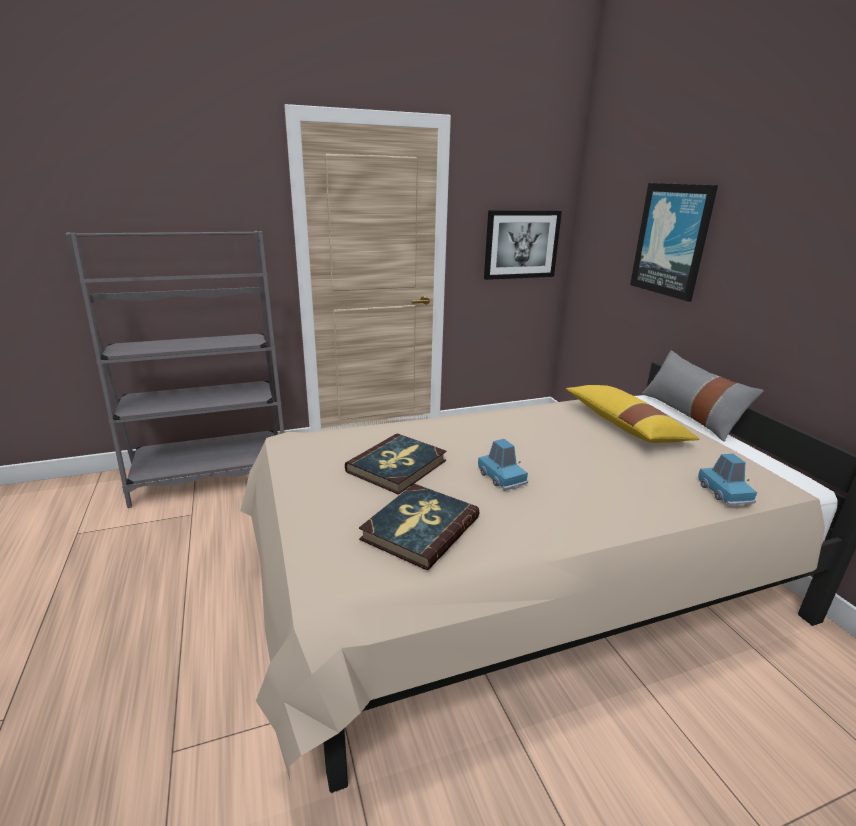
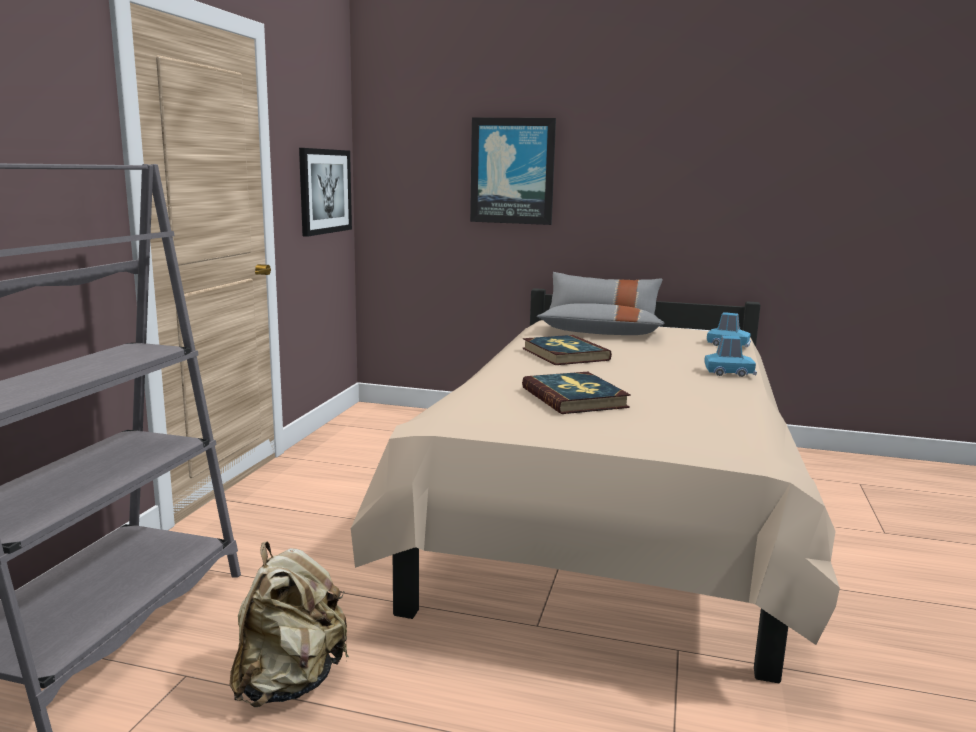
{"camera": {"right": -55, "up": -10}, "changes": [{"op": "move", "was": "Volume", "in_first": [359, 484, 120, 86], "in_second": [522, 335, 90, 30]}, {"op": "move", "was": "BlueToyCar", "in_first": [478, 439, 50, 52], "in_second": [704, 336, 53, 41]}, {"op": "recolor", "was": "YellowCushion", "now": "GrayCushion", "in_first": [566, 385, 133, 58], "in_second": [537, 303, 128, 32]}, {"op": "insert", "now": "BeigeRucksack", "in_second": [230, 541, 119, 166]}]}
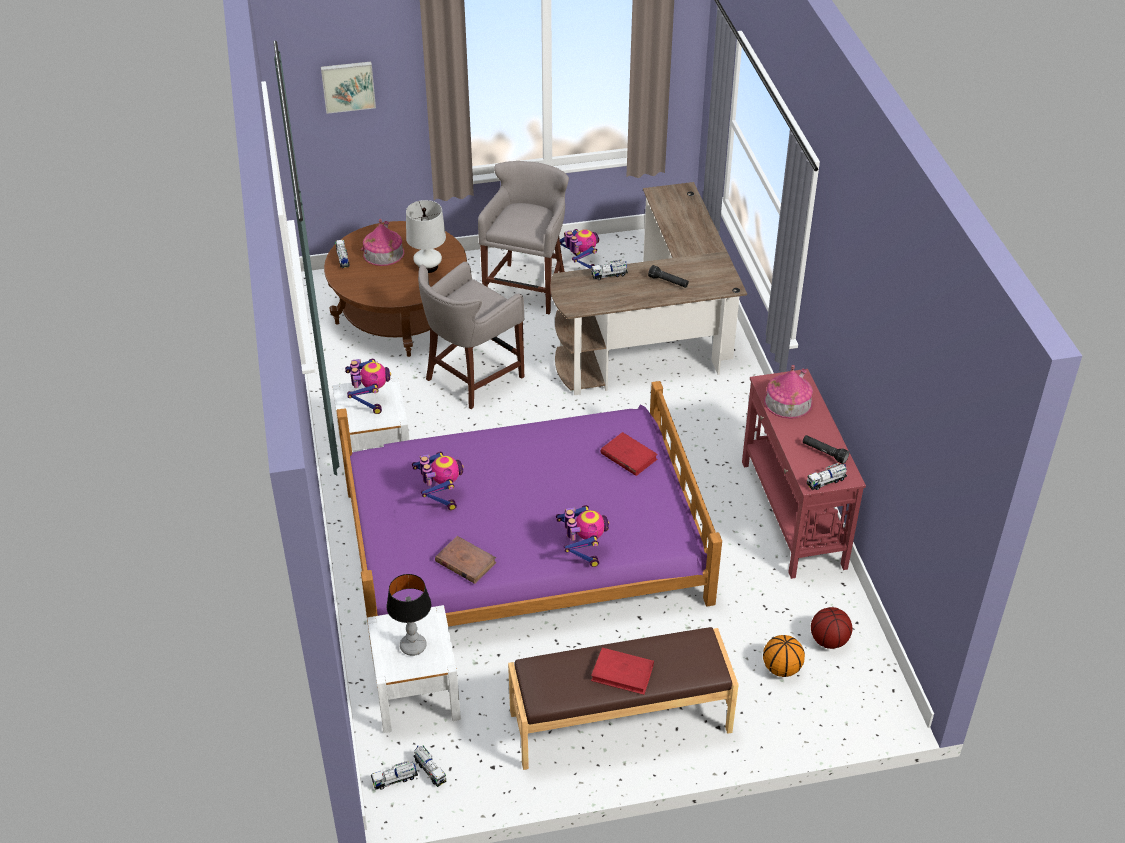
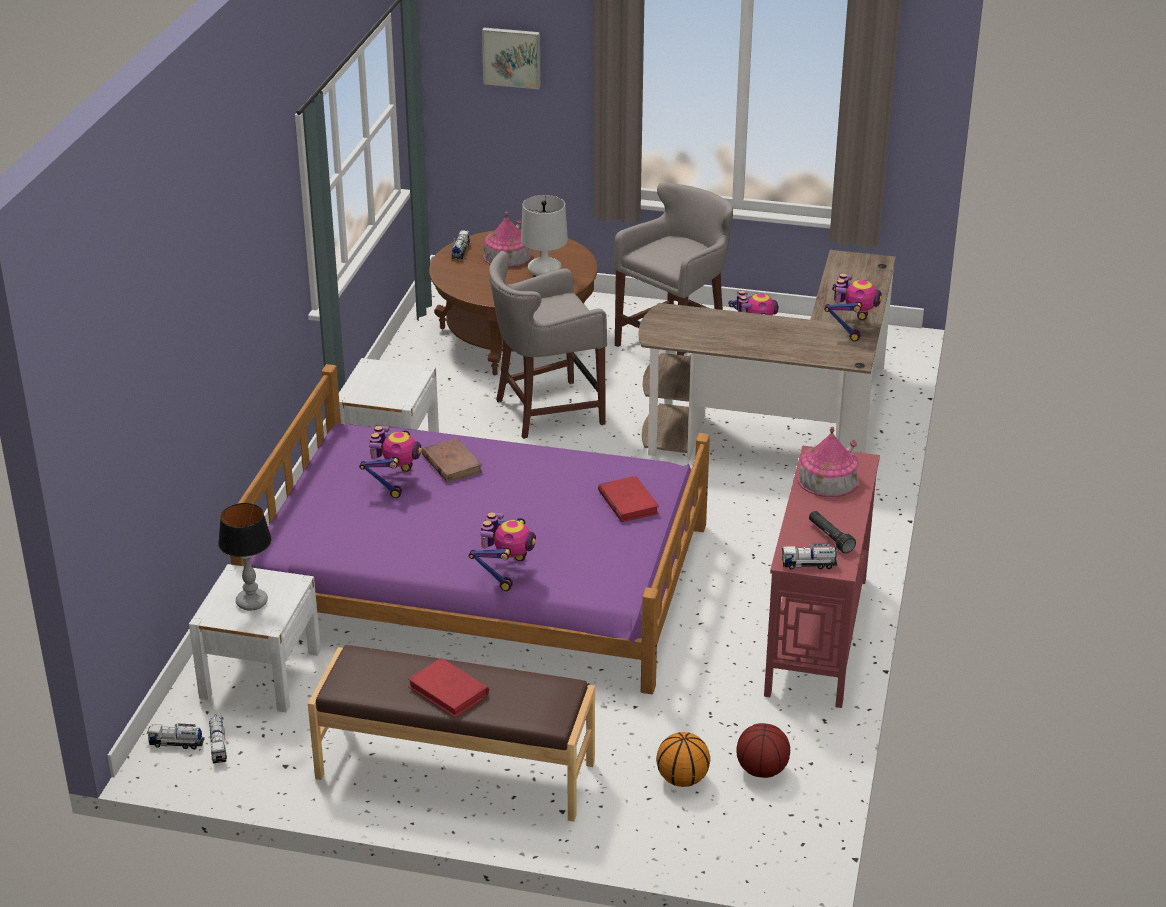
{"camera": {"right": 25, "up": -10}, "changes": [{"op": "move", "was": "ToyRobot", "in_first": [345, 359, 46, 55], "in_second": [824, 273, 58, 69]}, {"op": "move", "was": "BrownColouredVolume", "in_first": [435, 536, 61, 48], "in_second": [422, 438, 61, 45]}, {"op": "delete", "was": "ToyLorry", "in_first": [591, 260, 37, 20]}, {"op": "delete", "was": "BlackishTorch", "in_first": [648, 265, 41, 23]}]}
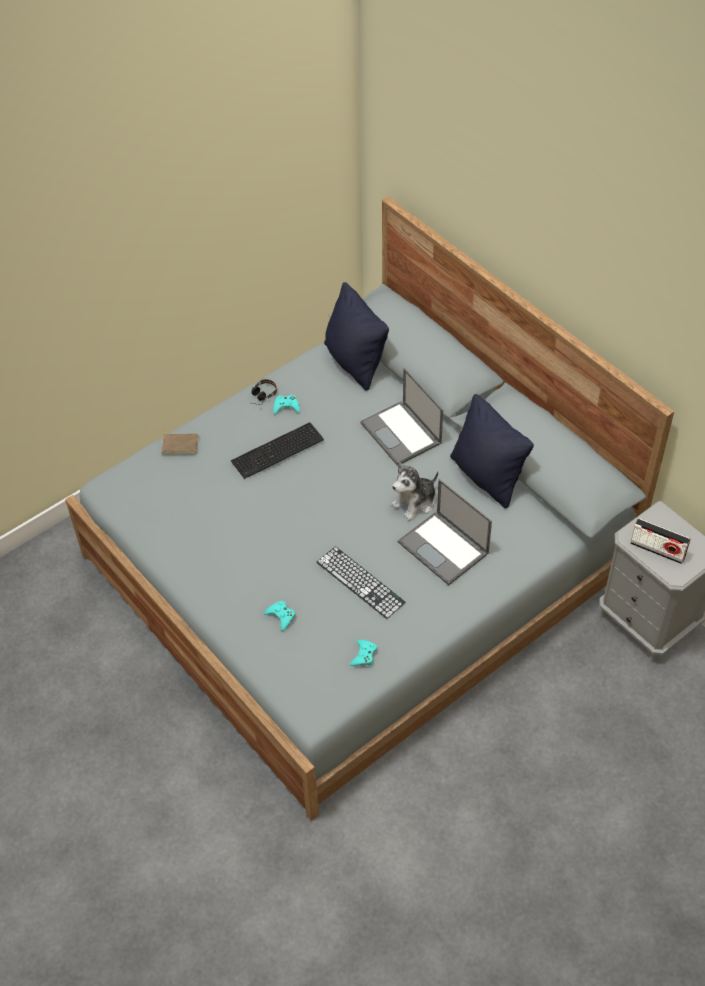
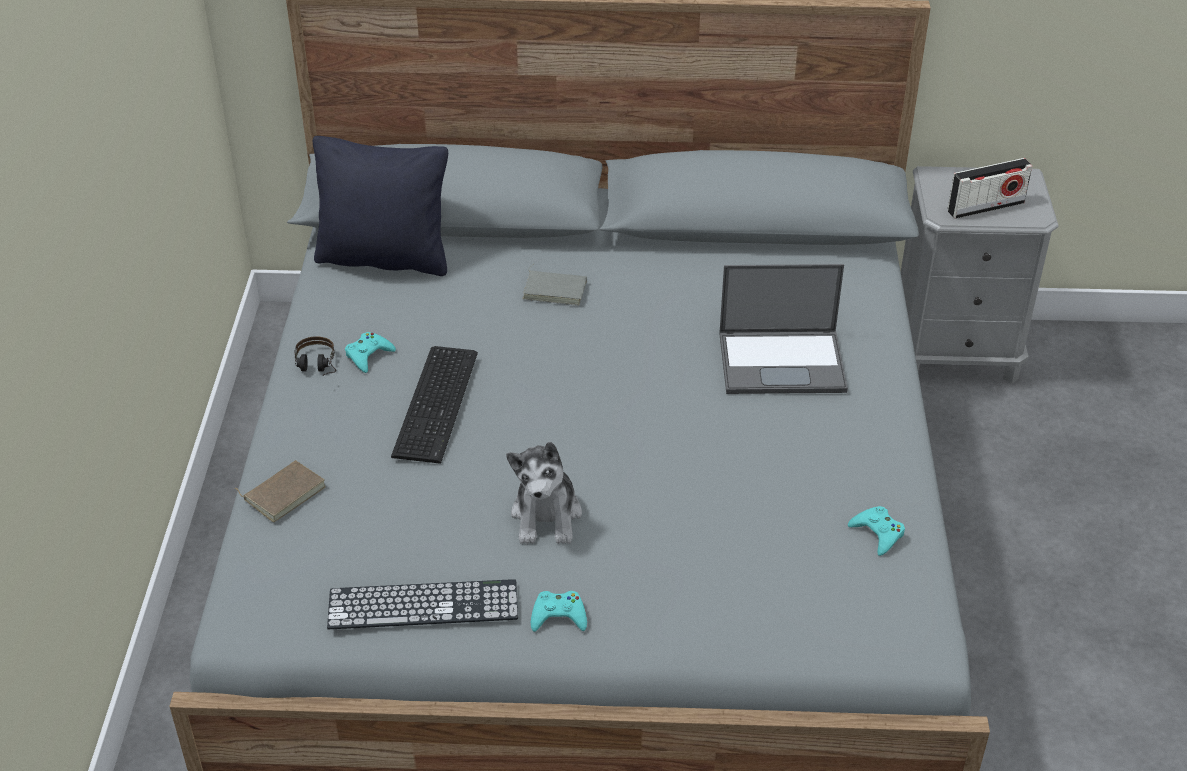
{"camera": {"right": -50, "up": -10}, "changes": [{"op": "move", "was": "TurquoiseColouredGameController", "in_first": [264, 601, 31, 30], "in_second": [531, 591, 56, 41]}, {"op": "move", "was": "PcKeyboard", "in_first": [316, 546, 90, 73], "in_second": [327, 579, 191, 50]}, {"op": "replace", "was": "Laptop", "now": "GrayVolume", "in_first": [360, 368, 83, 98], "in_second": [522, 263, 65, 43]}, {"op": "move", "was": "PlushToy", "in_first": [391, 462, 47, 59], "in_second": [506, 442, 76, 102]}, {"op": "delete", "was": "BlackishCushion", "in_first": [450, 394, 84, 114]}]}
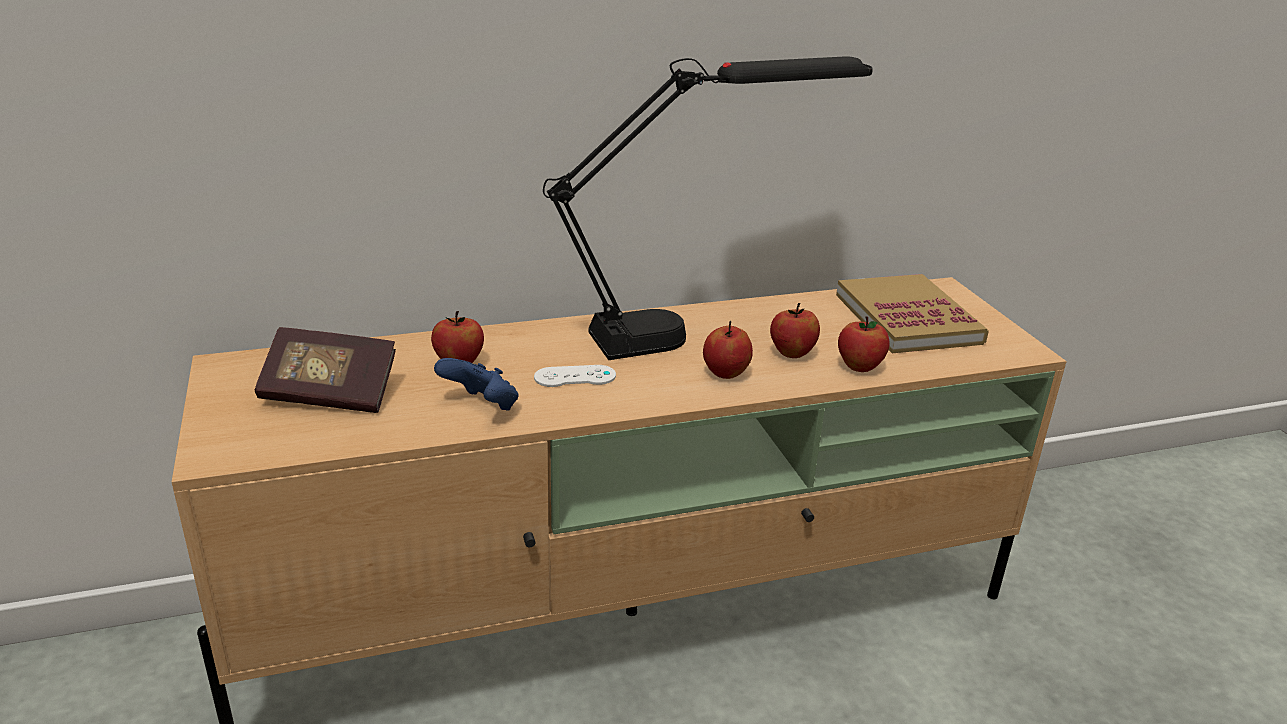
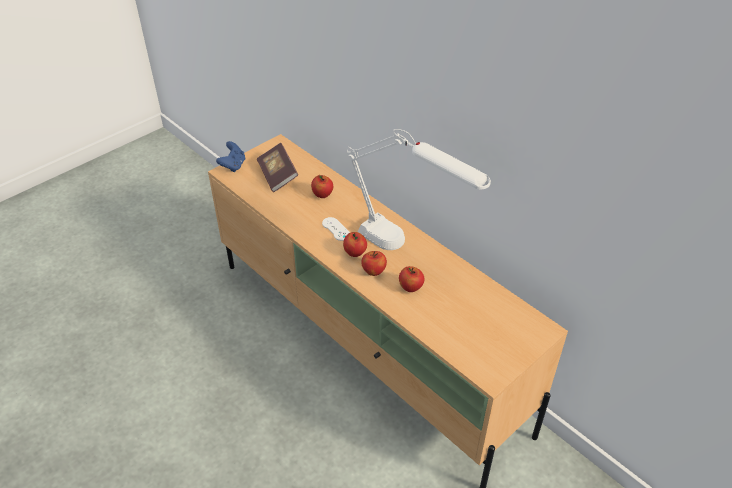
{"camera": {"right": 65, "up": 15}, "changes": [{"op": "move", "was": "BlueGameController", "in_first": [434, 358, 85, 53], "in_second": [216, 141, 29, 31]}, {"op": "recolor", "was": "BlackishTabletopLamp", "now": "WhiteTabletopLamp", "in_first": [543, 56, 330, 304], "in_second": [347, 129, 144, 121]}, {"op": "delete", "was": "Volume", "in_first": [836, 274, 153, 79]}, {"op": "move", "was": "AppleFruit", "in_first": [838, 316, 52, 56], "in_second": [343, 232, 24, 25]}]}
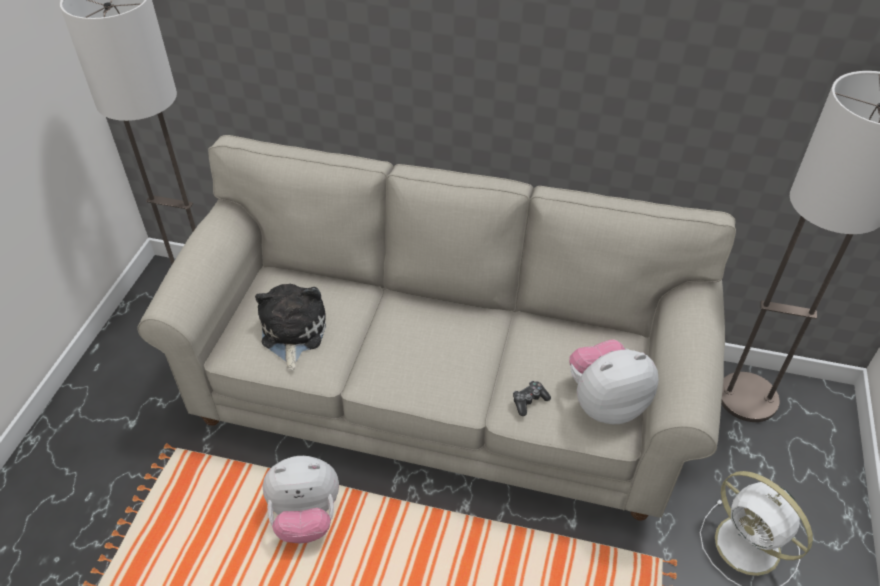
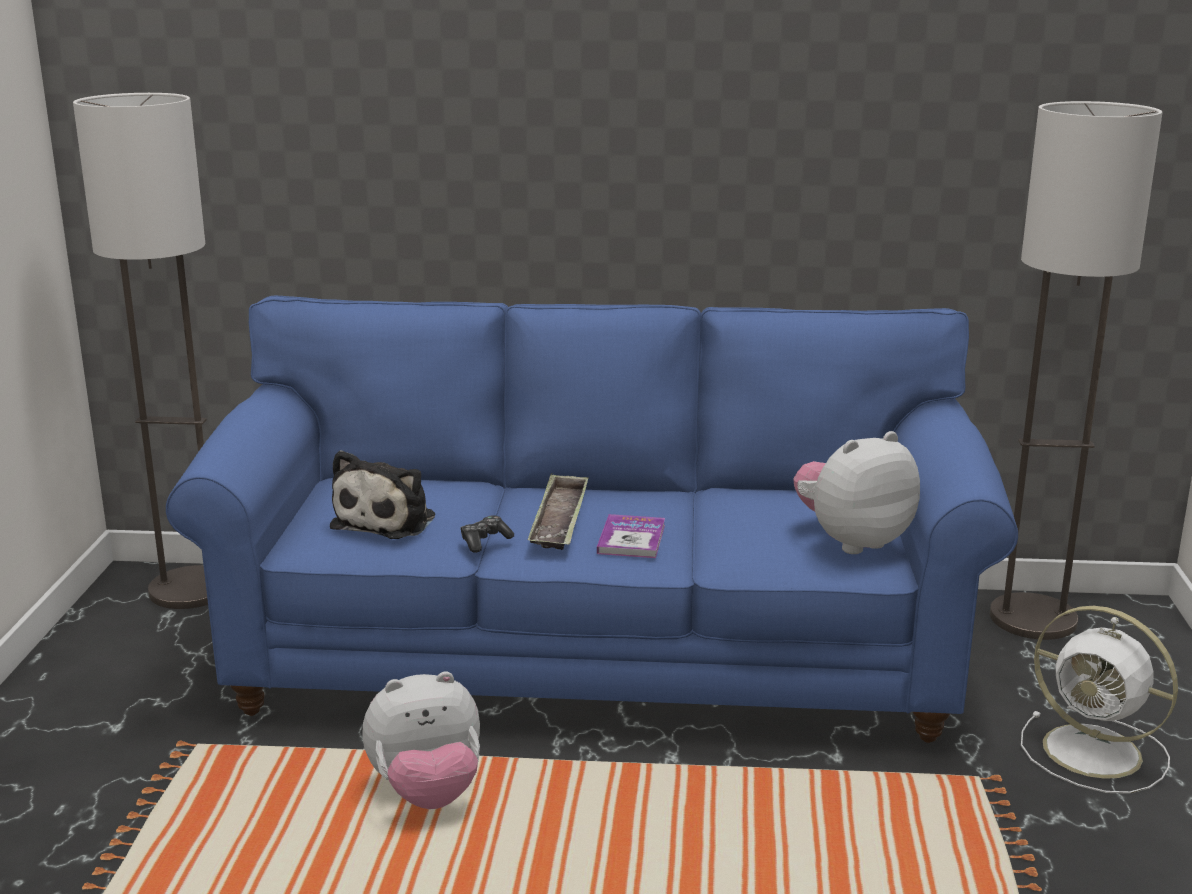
{"camera": {"right": -10, "up": -25}, "changes": [{"op": "recolor", "was": "BeigeCouch", "now": "BlueCouch", "in_first": [137, 135, 599, 386], "in_second": [166, 296, 852, 447]}, {"op": "rotate", "was": "PlushToy", "in_first": [255, 284, 71, 86], "in_second": [330, 450, 105, 89], "clockwise": -150}, {"op": "move", "was": "GameController", "in_first": [513, 381, 38, 35], "in_second": [460, 515, 54, 38]}, {"op": "insert", "now": "Tray", "in_second": [528, 474, 61, 76]}, {"op": "insert", "now": "Volume", "in_second": [597, 514, 68, 44]}]}
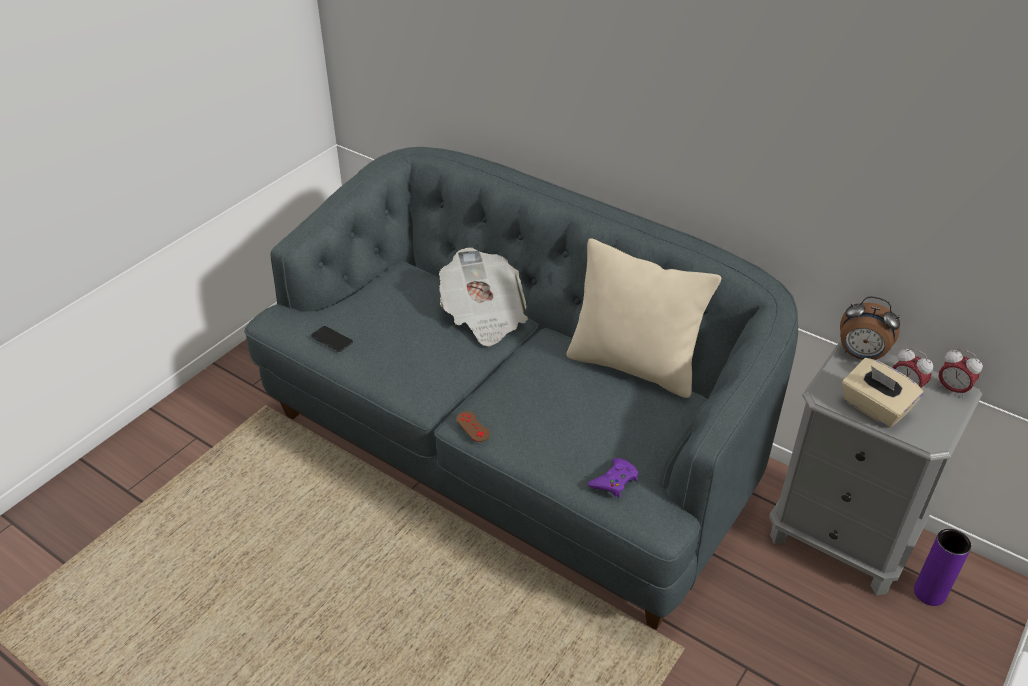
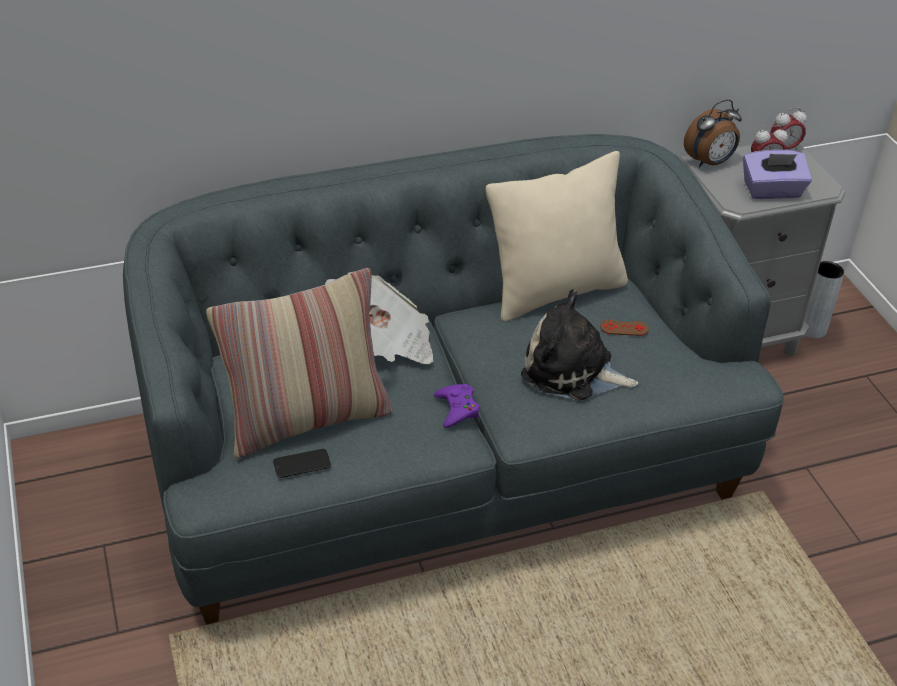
{"camera": {"right": -55, "up": 0}, "changes": [{"op": "move", "was": "BrownColouredGameController", "in_first": [456, 411, 34, 31], "in_second": [600, 320, 49, 16]}, {"op": "move", "was": "PurplishGameController", "in_first": [587, 458, 51, 40], "in_second": [434, 384, 45, 44]}, {"op": "recolor", "was": "BeigeTissueBox", "now": "PurplishTissueBox", "in_first": [842, 358, 82, 70], "in_second": [743, 149, 69, 50]}, {"op": "recolor", "was": "PurplishDecorativeVase", "now": "GrayDecorativeVase", "in_first": [914, 529, 57, 77], "in_second": [804, 261, 40, 78]}, {"op": "insert", "now": "Cushion", "in_second": [206, 268, 186, 190]}, {"op": "insert", "now": "PlushToy", "in_second": [521, 290, 117, 110]}]}
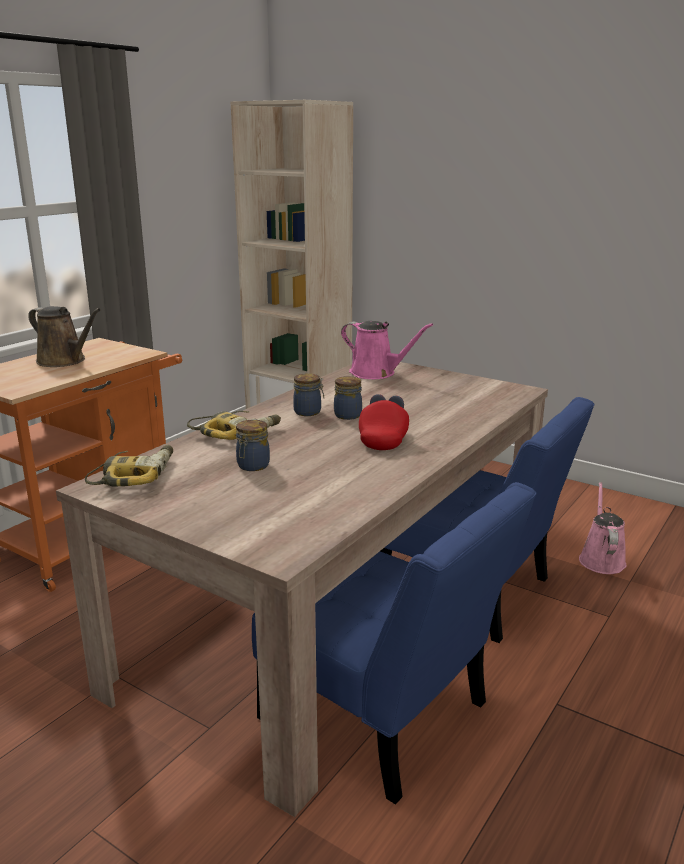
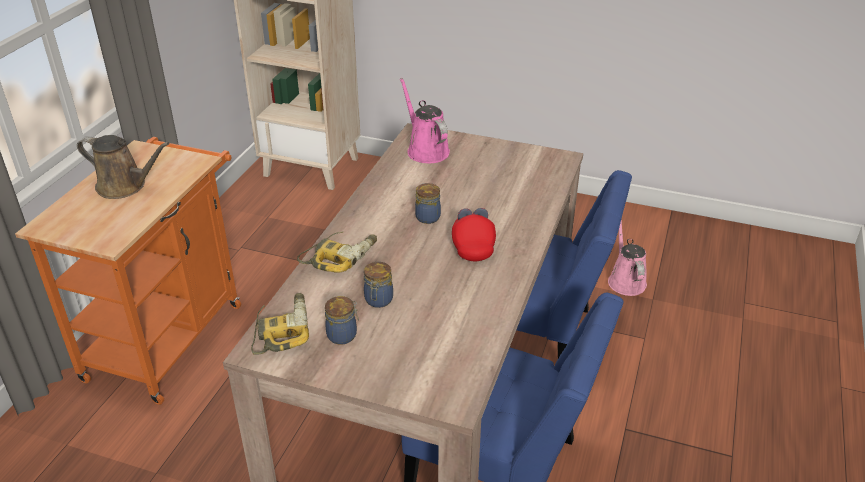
{"camera": {"right": -15, "up": 15}, "changes": [{"op": "move", "was": "Jar", "in_first": [293, 373, 31, 43], "in_second": [325, 296, 34, 49]}, {"op": "rotate", "was": "PinkColouredWateringPot", "in_first": [341, 321, 92, 58], "in_second": [400, 78, 50, 85], "clockwise": -135}]}
